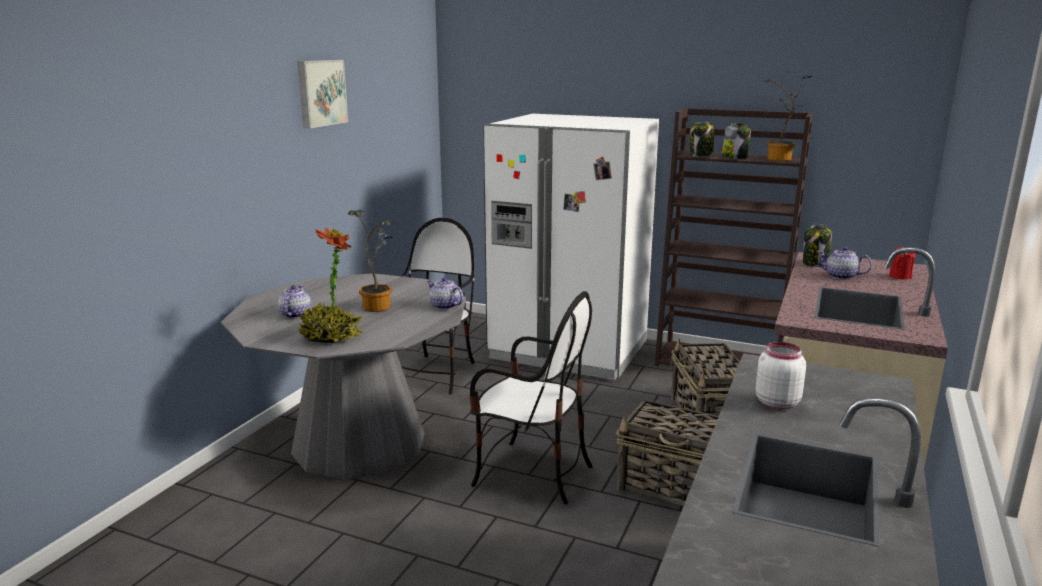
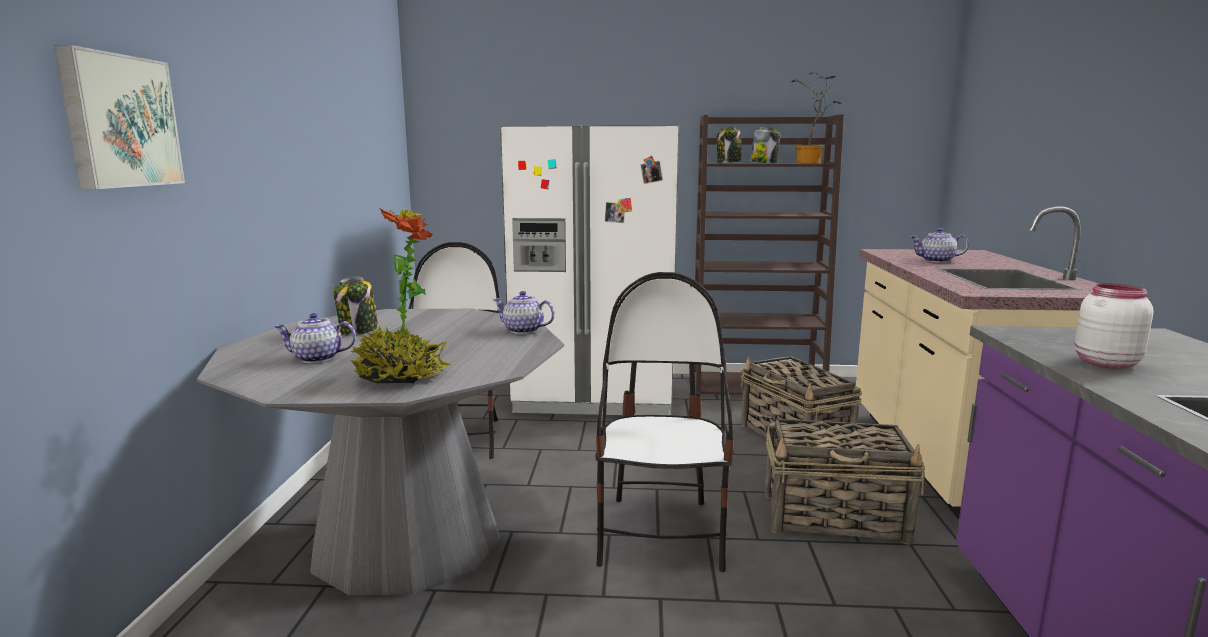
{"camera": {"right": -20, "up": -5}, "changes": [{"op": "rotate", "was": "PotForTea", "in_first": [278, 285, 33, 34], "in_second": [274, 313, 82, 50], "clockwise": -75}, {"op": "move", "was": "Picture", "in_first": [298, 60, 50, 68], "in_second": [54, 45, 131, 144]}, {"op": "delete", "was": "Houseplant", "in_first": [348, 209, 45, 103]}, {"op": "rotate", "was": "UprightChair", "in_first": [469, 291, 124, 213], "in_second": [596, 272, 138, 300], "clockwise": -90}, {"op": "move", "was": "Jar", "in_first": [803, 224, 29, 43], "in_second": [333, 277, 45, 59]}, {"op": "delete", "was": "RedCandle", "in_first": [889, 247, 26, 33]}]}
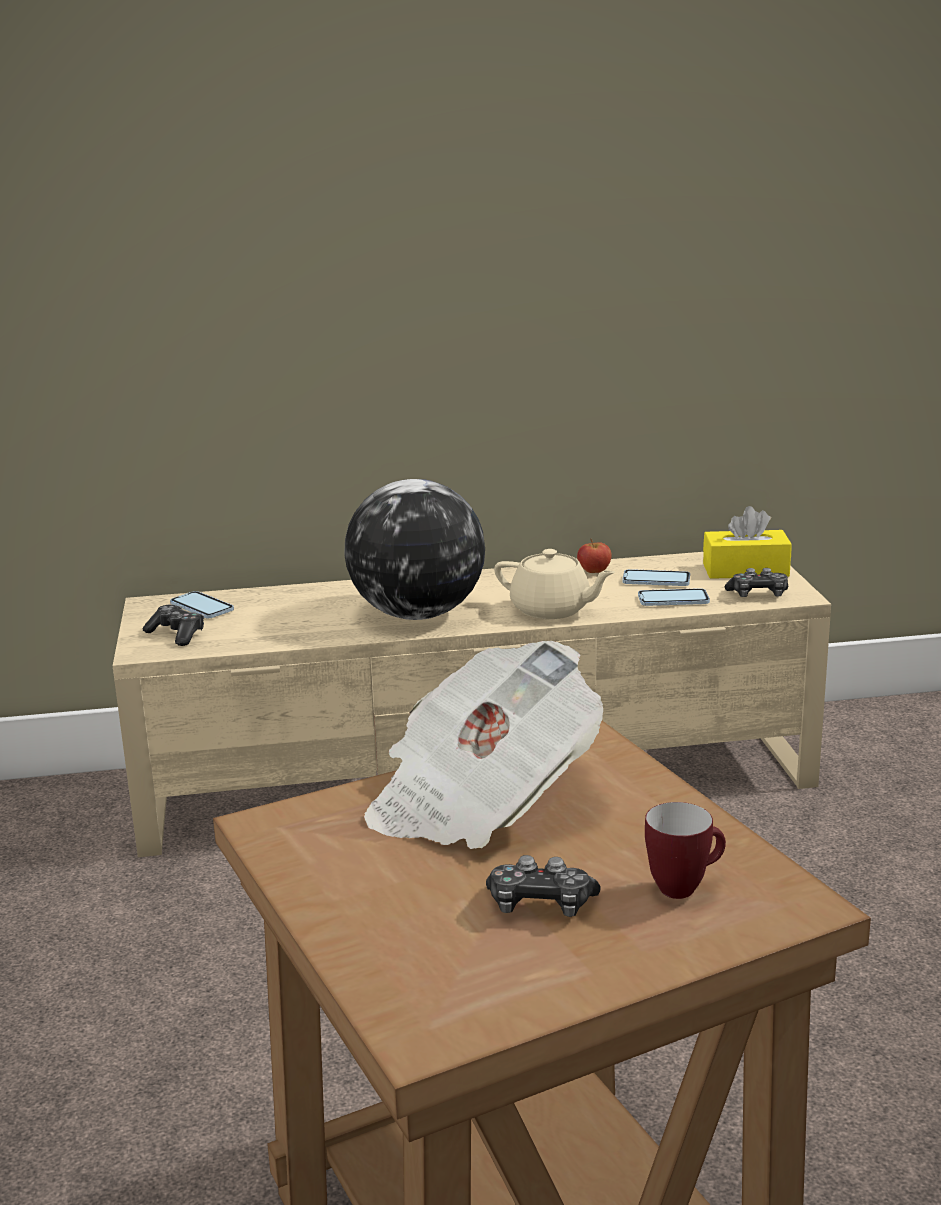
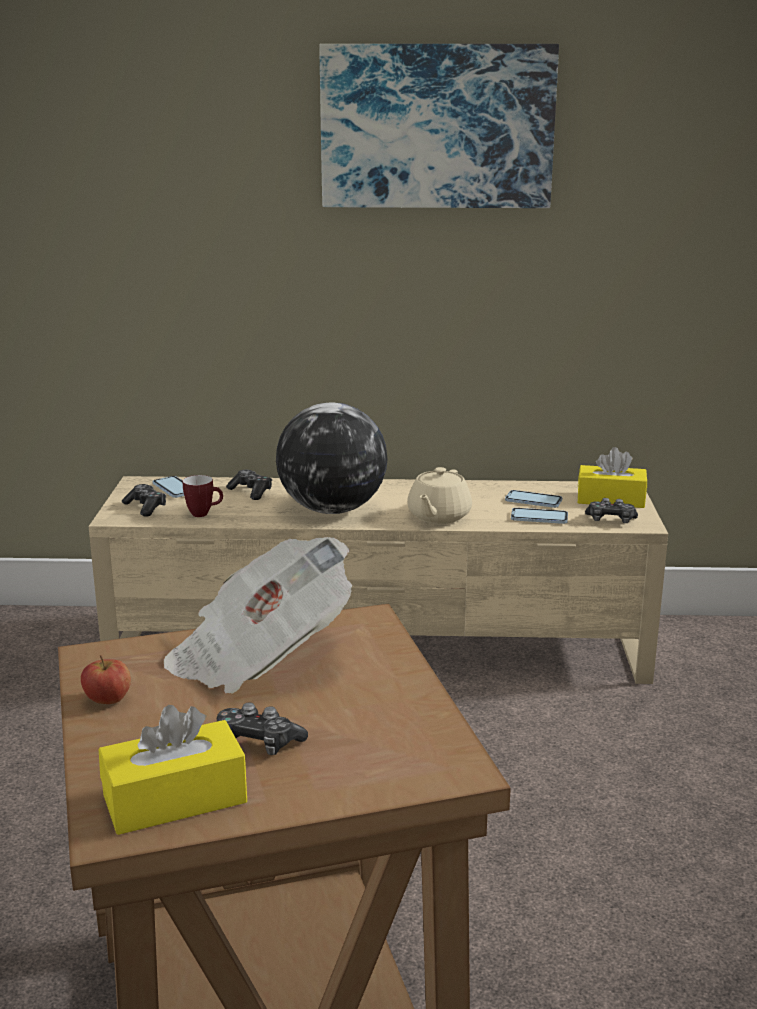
{"camera": {"right": 10, "up": 0}, "changes": [{"op": "rotate", "was": "BeigePotForTea", "in_first": [494, 549, 121, 70], "in_second": [407, 467, 65, 57], "clockwise": 75}, {"op": "move", "was": "AppleFruit", "in_first": [577, 539, 34, 34], "in_second": [81, 655, 50, 49]}, {"op": "move", "was": "TeaMug", "in_first": [645, 802, 81, 97], "in_second": [183, 475, 40, 42]}, {"op": "insert", "now": "YellowTissueBox", "in_second": [99, 705, 148, 130]}, {"op": "insert", "now": "GameController", "in_second": [226, 470, 46, 30]}, {"op": "insert", "now": "Picture", "in_second": [319, 44, 240, 164]}]}
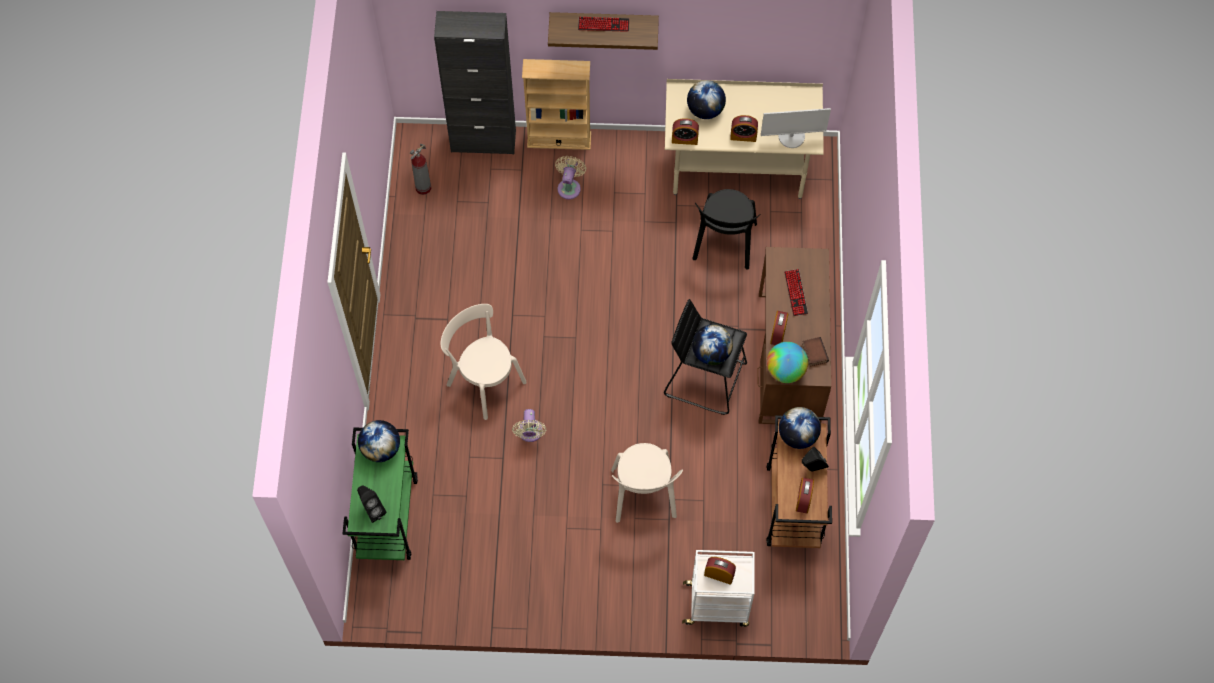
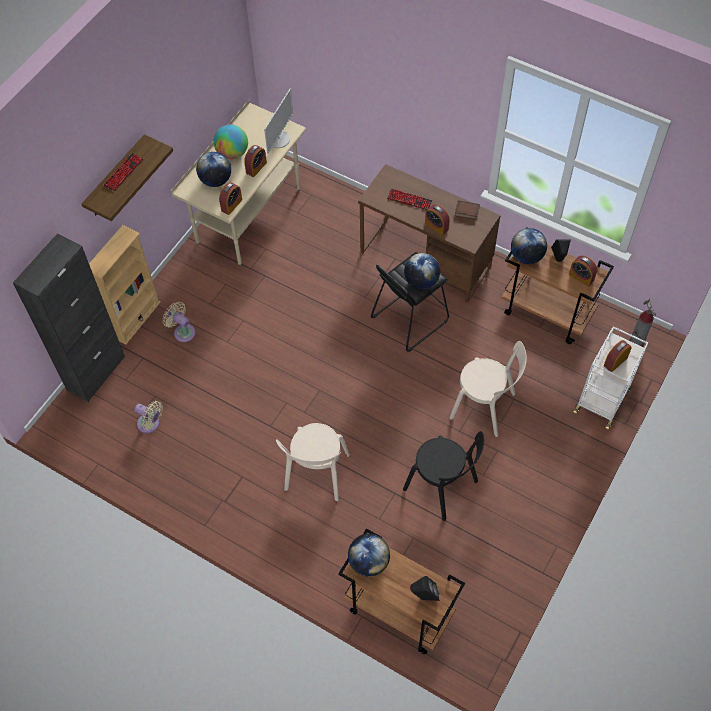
{"camera": {"right": -60, "up": -5}, "changes": [{"op": "recolor", "was": "GreenishTrolley", "now": "BrownColouredTrolley", "in_first": [342, 427, 76, 133], "in_second": [338, 528, 127, 126]}, {"op": "move", "was": "Extinguisher", "in_first": [410, 144, 21, 51], "in_second": [629, 298, 27, 49]}, {"op": "rotate", "was": "BeigeUprightChair", "in_first": [441, 304, 86, 116], "in_second": [276, 423, 74, 78], "clockwise": -60}, {"op": "move", "was": "BeigeFan", "in_first": [512, 409, 34, 33], "in_second": [134, 401, 29, 32]}, {"op": "move", "was": "BlackishUprightChair", "in_first": [692, 189, 69, 81], "in_second": [403, 431, 81, 90]}, {"op": "move", "was": "Globe", "in_first": [766, 342, 42, 41], "in_second": [214, 124, 34, 36]}]}
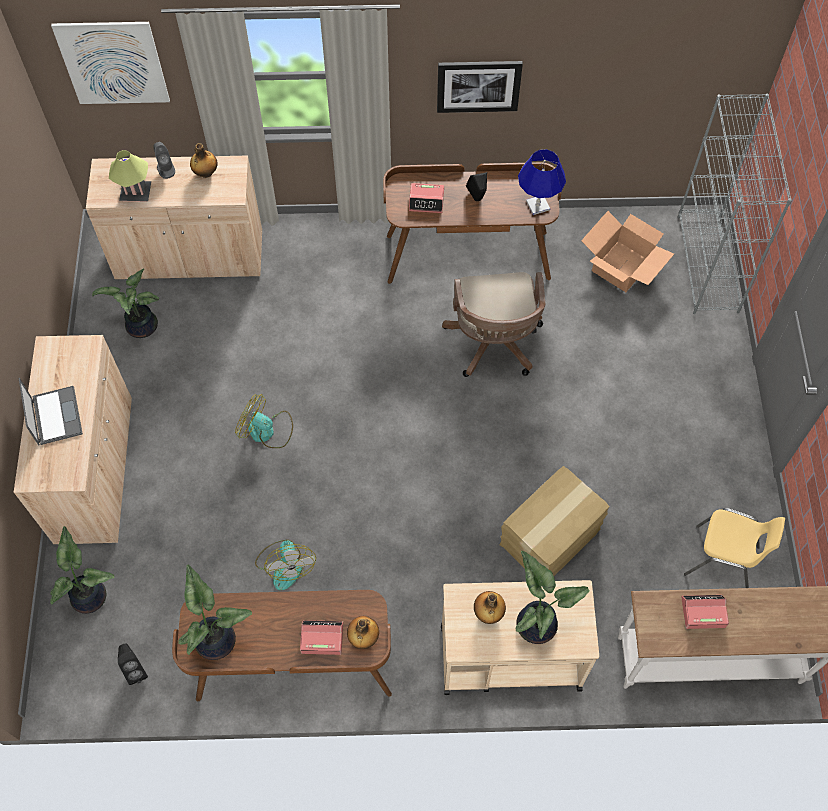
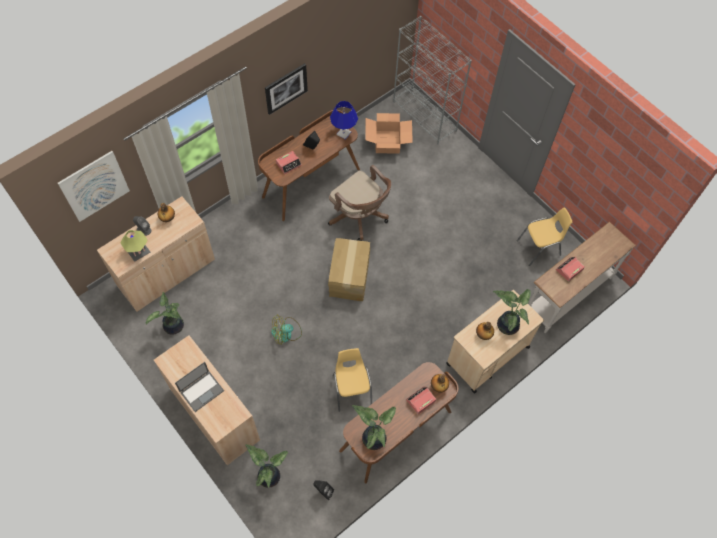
{"camera": {"right": -40, "up": 0}, "changes": [{"op": "rotate", "was": "Laptop", "in_first": [19, 378, 64, 68], "in_second": [175, 362, 49, 50], "clockwise": 105}, {"op": "replace", "was": "Fan", "now": "YellowUprightChair", "in_first": [255, 540, 61, 50], "in_second": [333, 348, 39, 64]}, {"op": "move", "was": "CardboardBox", "in_first": [500, 466, 109, 110], "in_second": [328, 238, 42, 63]}]}
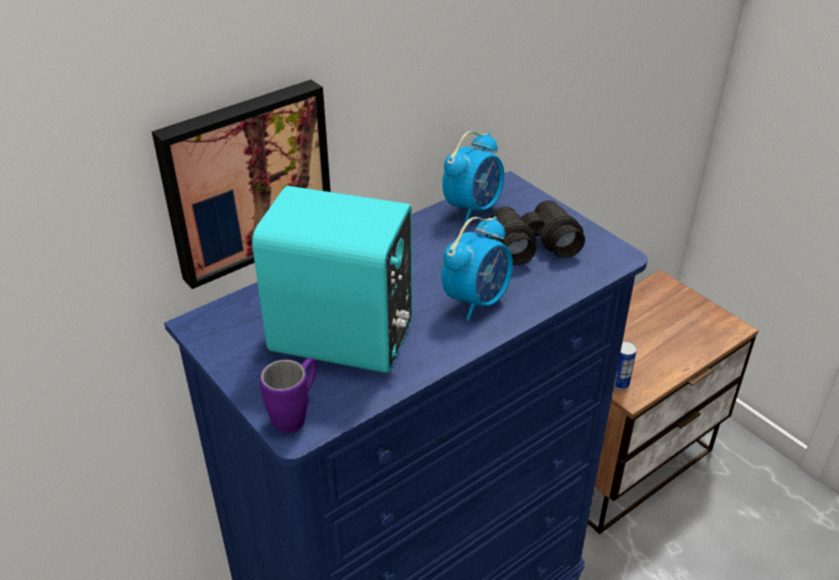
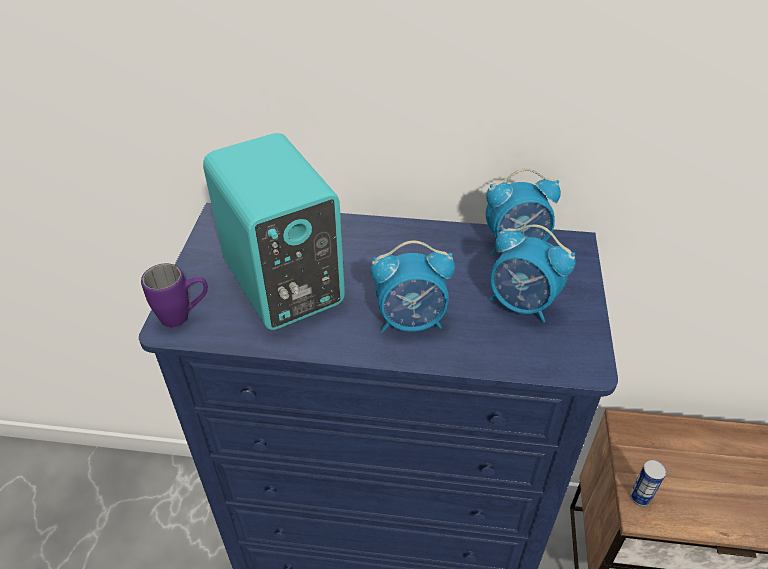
{"camera": {"right": 45, "up": 5}, "changes": [{"op": "delete", "was": "Picture", "in_first": [152, 80, 179, 209]}, {"op": "replace", "was": "BlackishFieldGlasses", "now": "TableClock", "in_first": [486, 200, 99, 65], "in_second": [489, 225, 86, 98]}]}
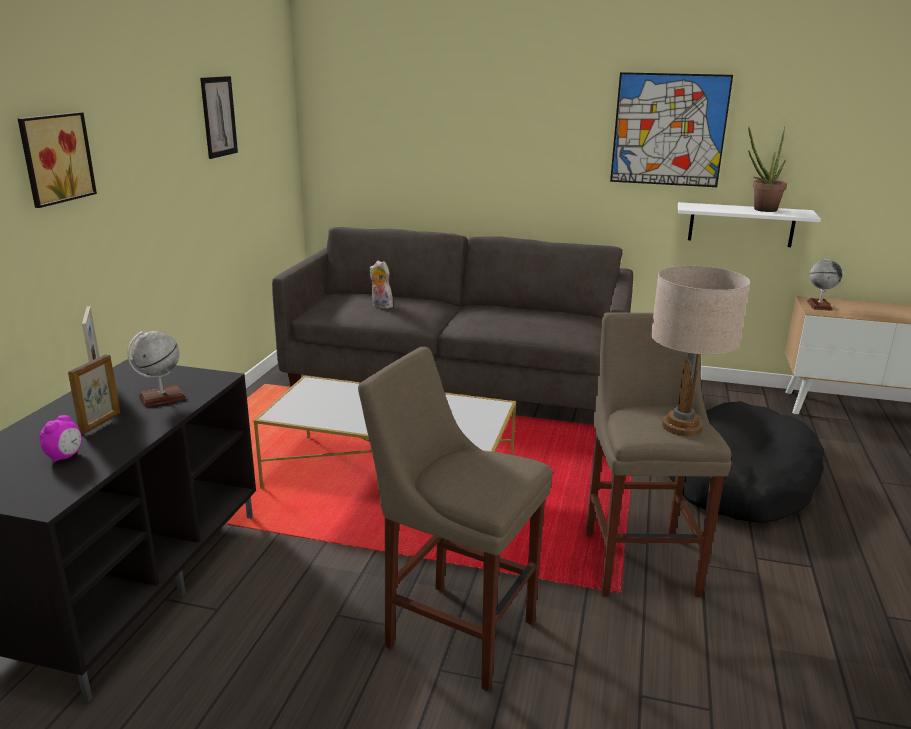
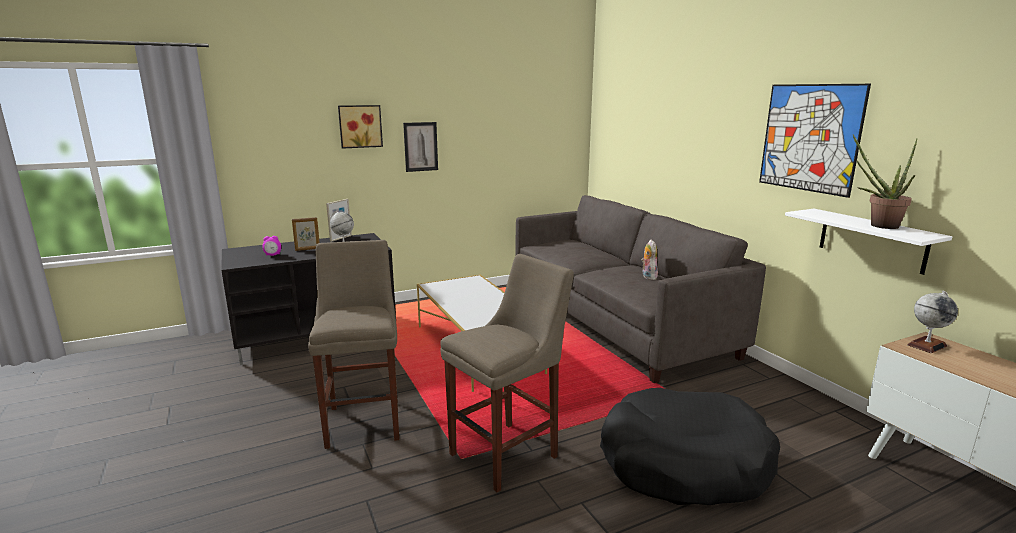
{"camera": {"right": 50, "up": -5}, "changes": [{"op": "move", "was": "Picture", "in_first": [200, 76, 38, 83], "in_second": [403, 122, 35, 50]}, {"op": "move", "was": "PlushToy", "in_first": [369, 260, 24, 49], "in_second": [641, 240, 17, 40]}, {"op": "delete", "was": "BeigeTabletopLamp", "in_first": [651, 265, 99, 171]}]}
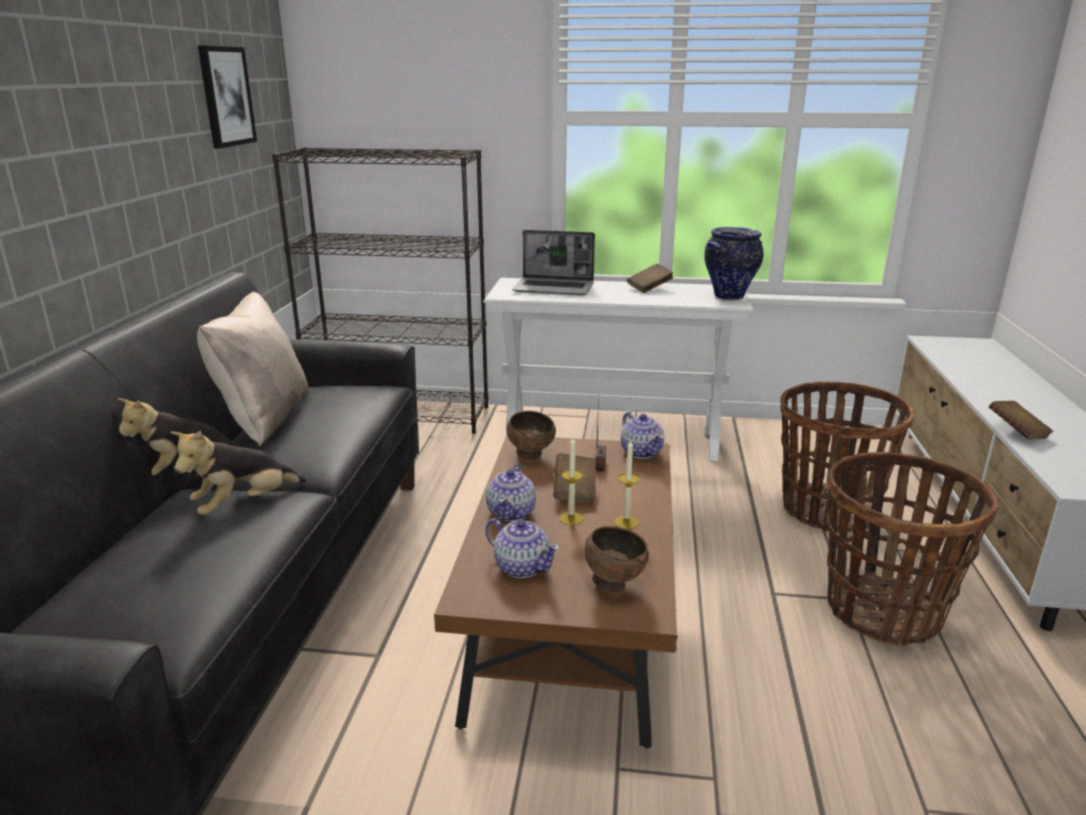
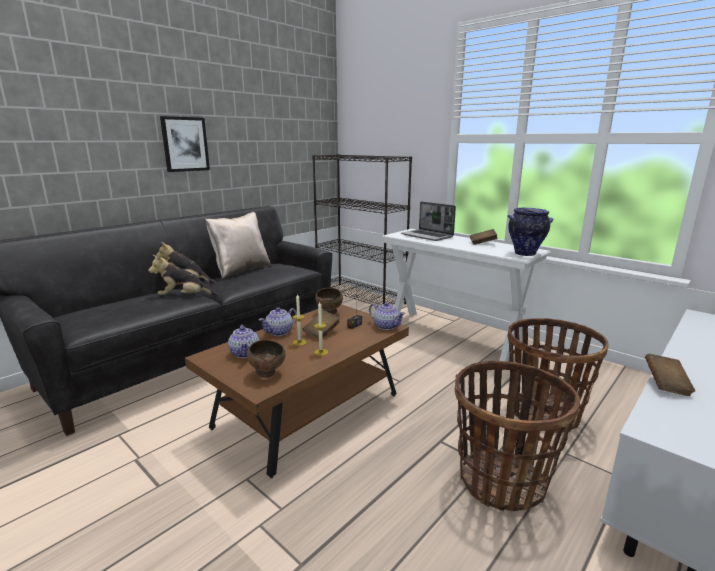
{"camera": {"right": 35, "up": -5}, "changes": [{"op": "move", "was": "Picture", "in_first": [198, 45, 59, 103], "in_second": [160, 116, 50, 56]}, {"op": "rotate", "was": "PotForTea", "in_first": [621, 412, 43, 47], "in_second": [369, 302, 36, 28], "clockwise": -60}]}
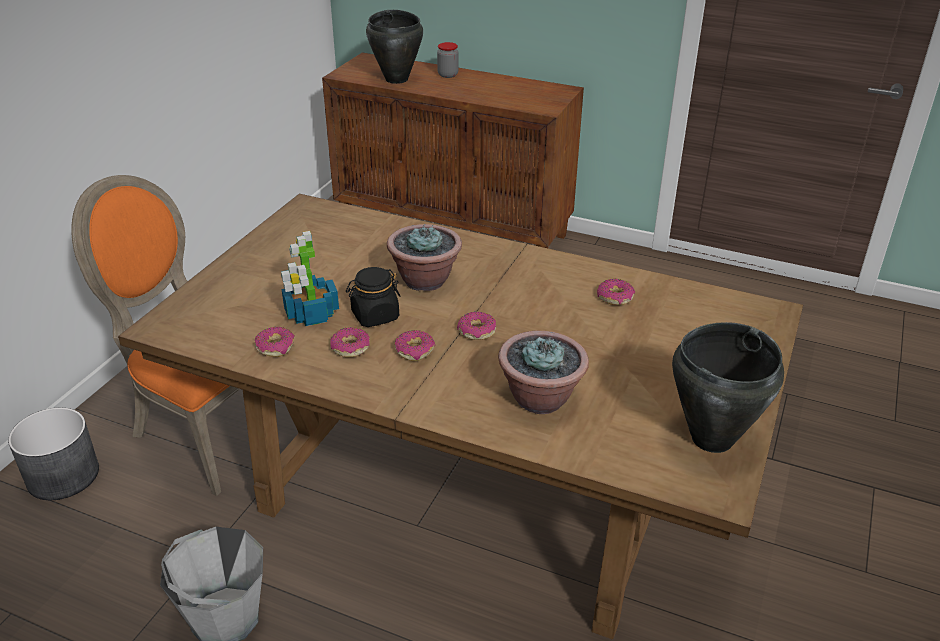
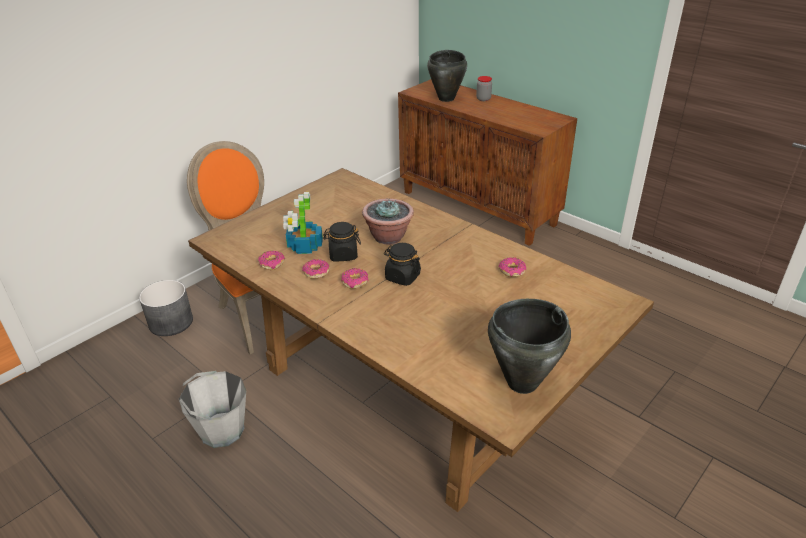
{"camera": {"right": 20, "up": 0}, "changes": [{"op": "replace", "was": "Donut", "now": "BlackishJar", "in_first": [457, 311, 39, 29], "in_second": [384, 243, 37, 43]}, {"op": "delete", "was": "Houseplant", "in_first": [498, 331, 91, 83]}]}
